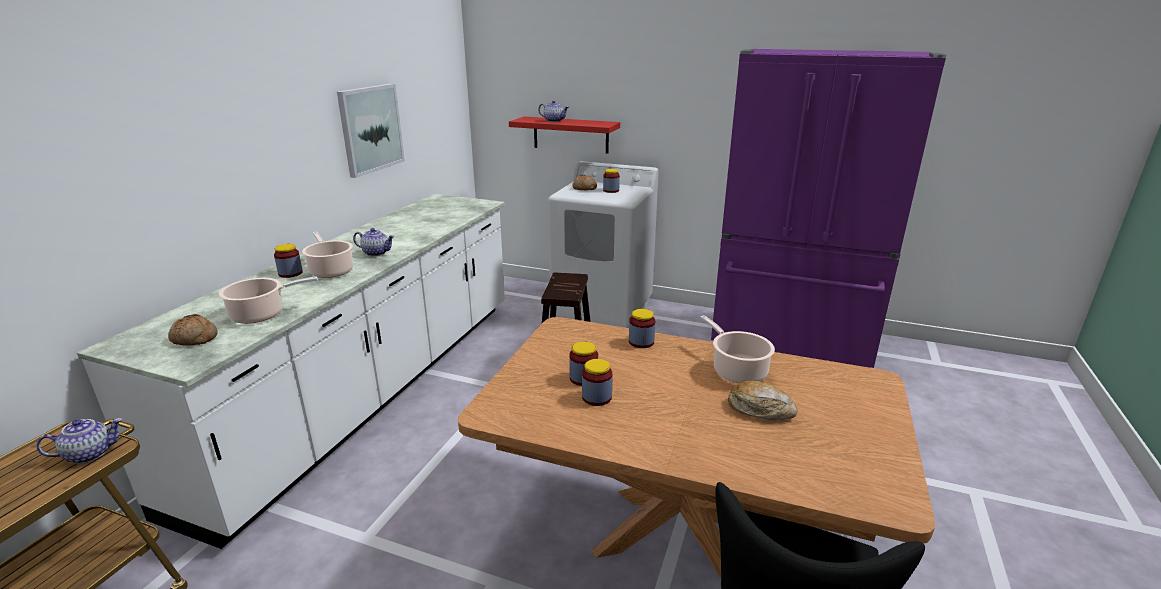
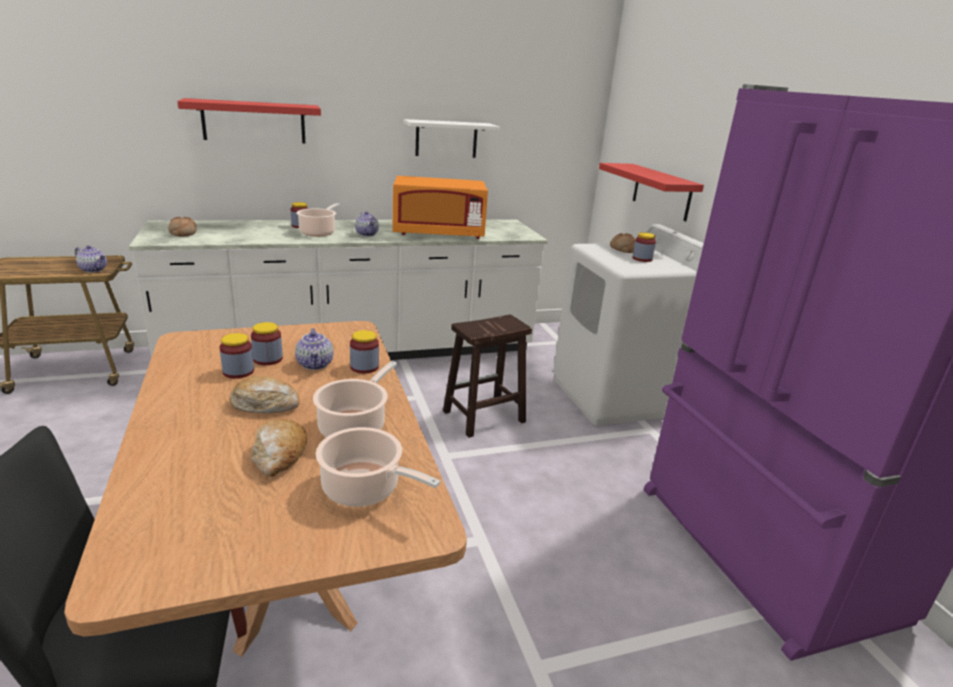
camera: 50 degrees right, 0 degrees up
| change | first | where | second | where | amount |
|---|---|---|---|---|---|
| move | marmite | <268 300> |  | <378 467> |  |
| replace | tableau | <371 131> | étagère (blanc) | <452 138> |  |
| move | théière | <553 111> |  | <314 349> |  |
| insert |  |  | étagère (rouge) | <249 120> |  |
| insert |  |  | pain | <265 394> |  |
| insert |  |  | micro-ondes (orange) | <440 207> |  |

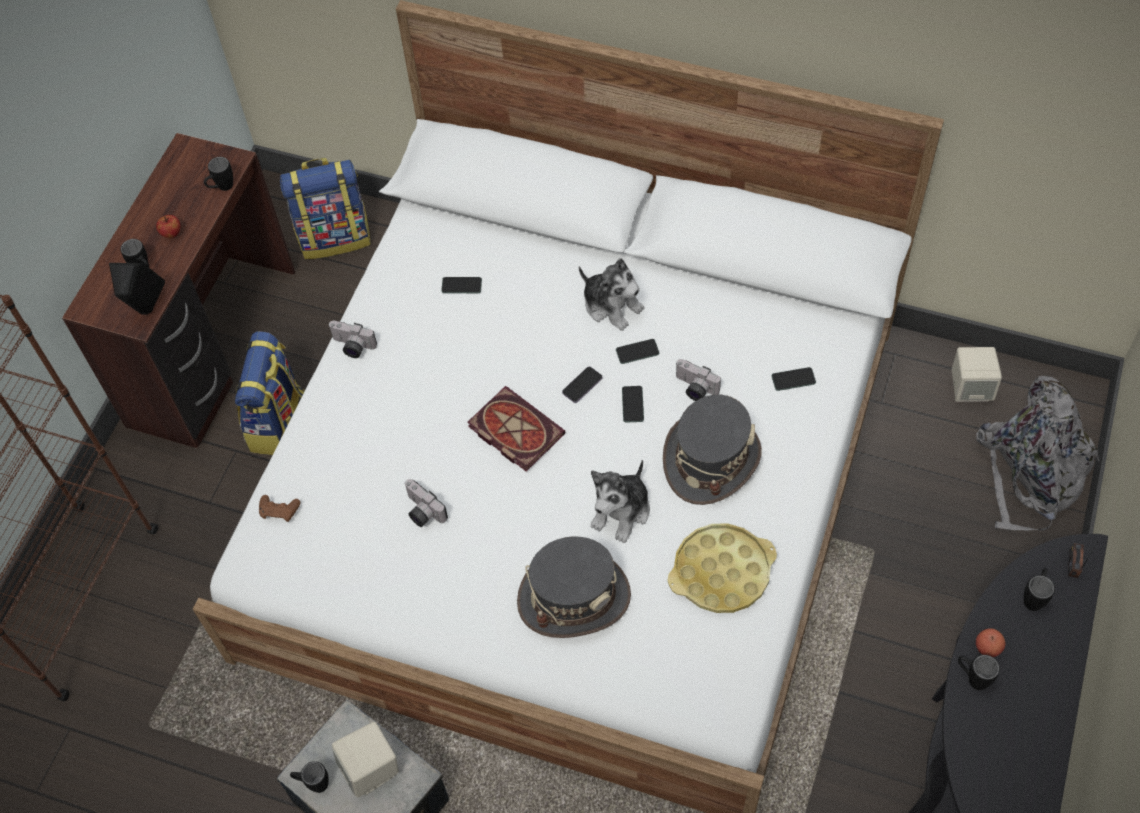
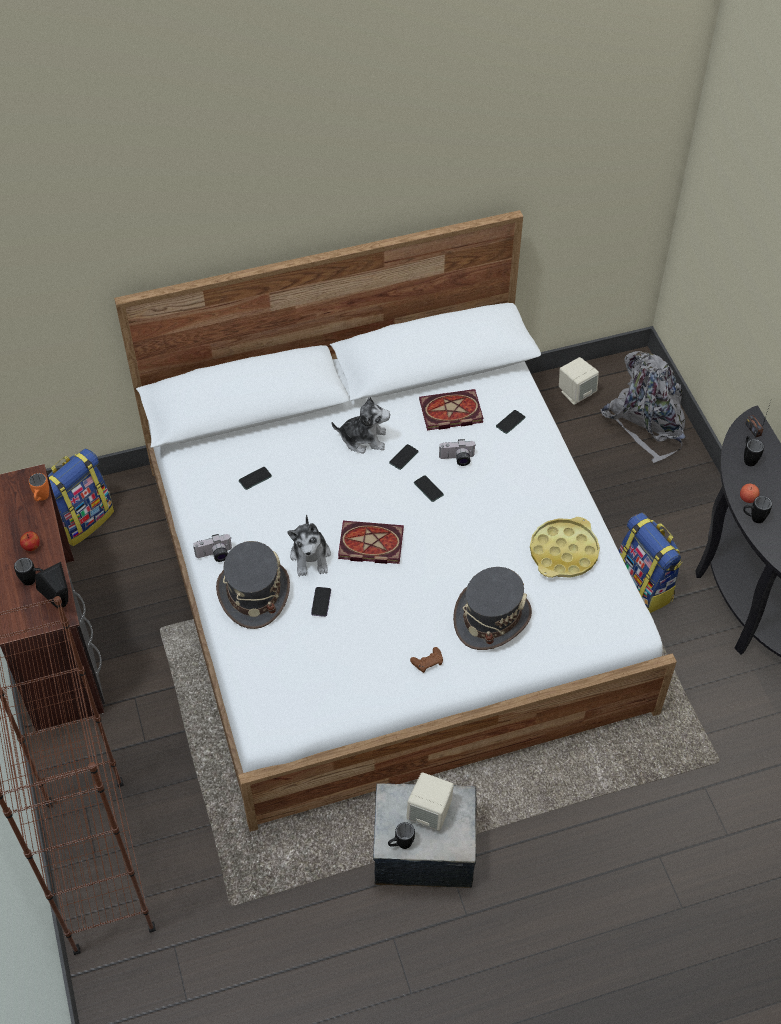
camera: 40 degrees left, 5 degrees down
| change | first | where | second | where | amount |
|---|---|---|---|---|---|
| recolor | mug (noir) | <218 174> | mug (orange) | <39 487> |  |
| move | sac à dos | <270 393> |  | <651 563> |  |
| move | manette (marron) | <279 508> |  | <426 660> |  |
| delete | appareil photo | <426 503> |  |  |  |
| move | téléphone | <582 385> |  | <321 602> |  |
| move | peluche | <620 501> |  | <309 545> |  |
| move | chapeau (gris) | <712 450> |  | <253 585> |  |
| insert |  |  | livre | <451 409> |  |

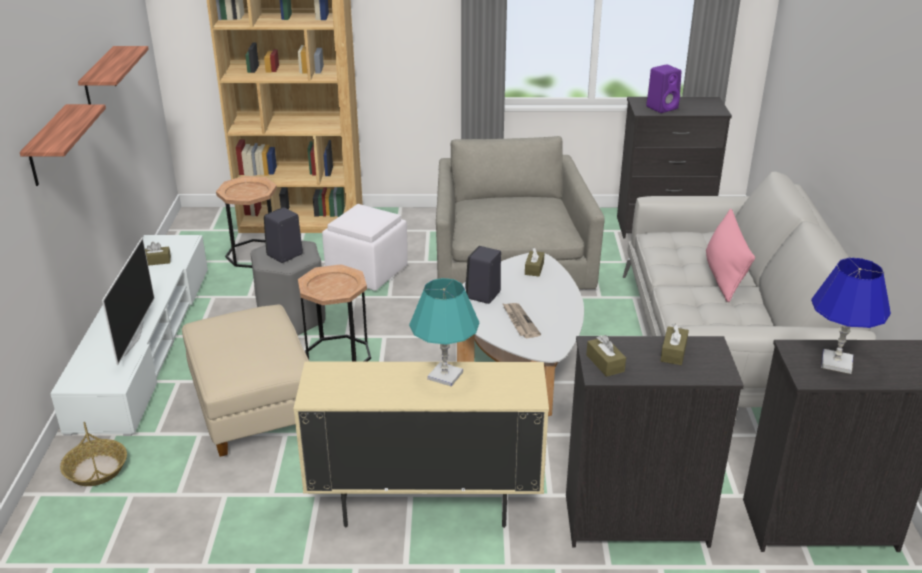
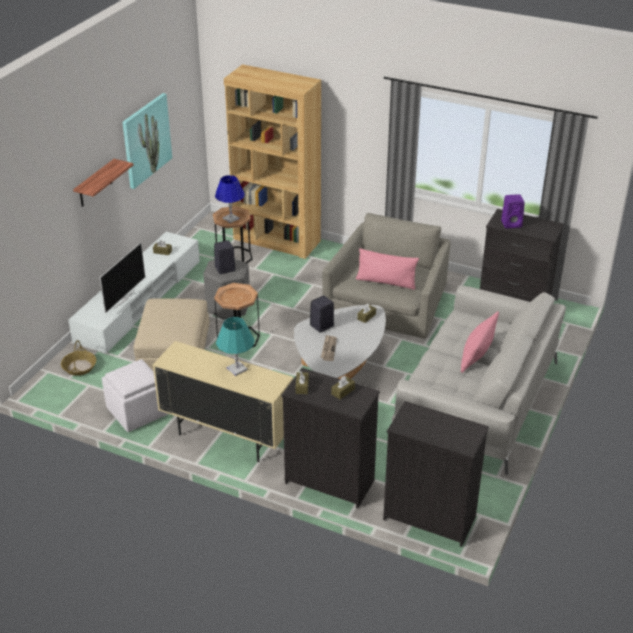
camera: 25 degrees right, 5 degrees up
| change | first | where | second | where | amount |
|---|---|---|---|---|---|
| replace | étagère | <113 75> | tableau | <147 141> |  |
| move | pouf (blanc) | <365 247> |  | <135 395> |  |
| move | lampe de table (bleu) | <851 316> |  | <230 199> |  |
| insert |  |  | coussin (rose) | <387 269> |  |

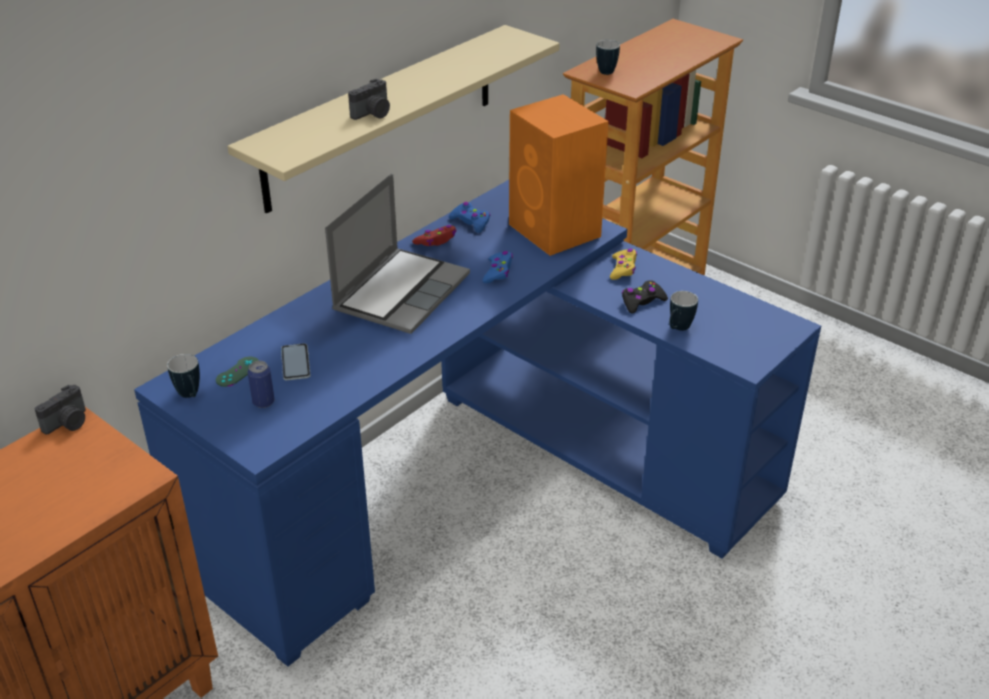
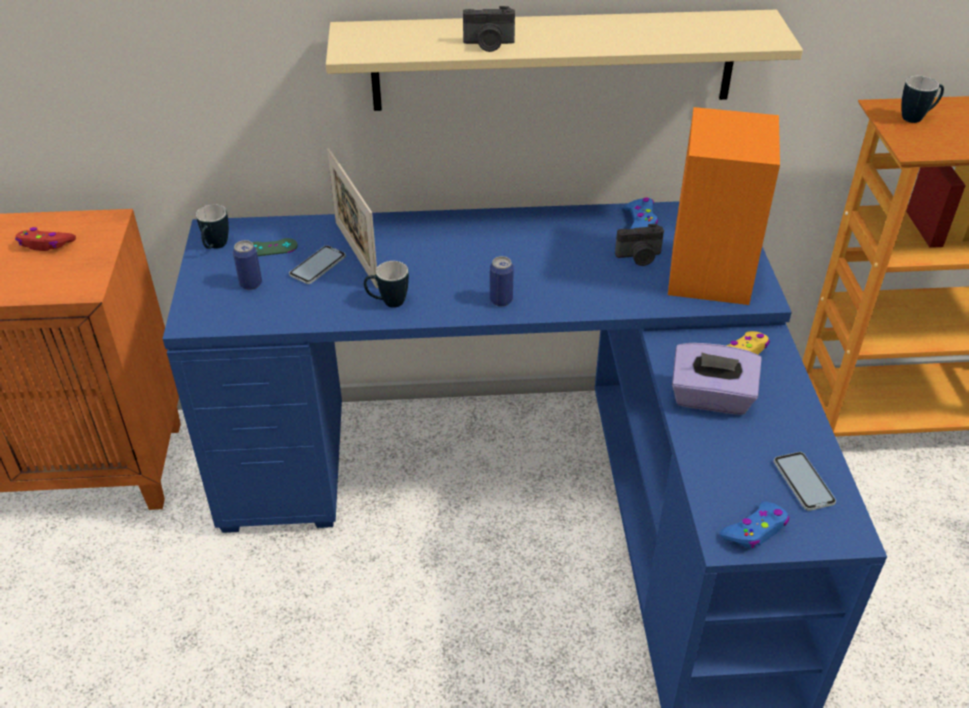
camera: 45 degrees right, 5 degrees up
| change | first | where | second | where | amount |
|---|---|---|---|---|---|
| move | appareil photo | <60 409> |  | <639 245> |  |
| delete | ordinateur portable | <397 254> |  |  |  |
| move | manette (rouge) | <434 235> |  | <45 239> |  |
| move | manette (bleu) | <498 267> |  | <754 525> |  |
| replace | manette (noir) | <645 296> | boîte à mouchoirs (violet) | <717 379> |  |
| move | mug | <683 311> |  | <386 284> |  |
| insert |  |  | cadre photo | <352 218> |  |
| insert |  |  | boîte métallique | <502 281> |  |
| insert |  |  | téléphone | <805 481> |  |

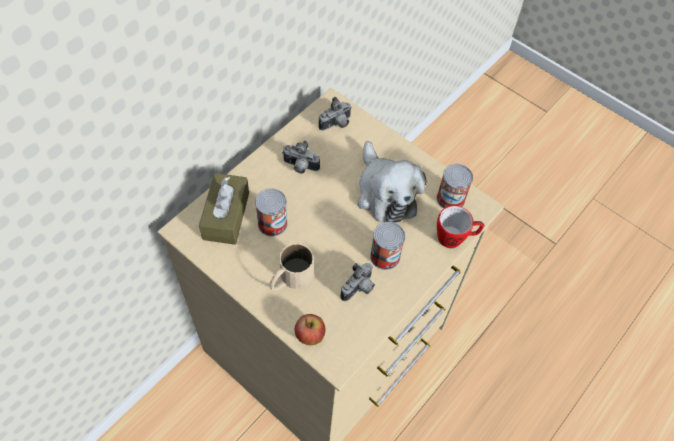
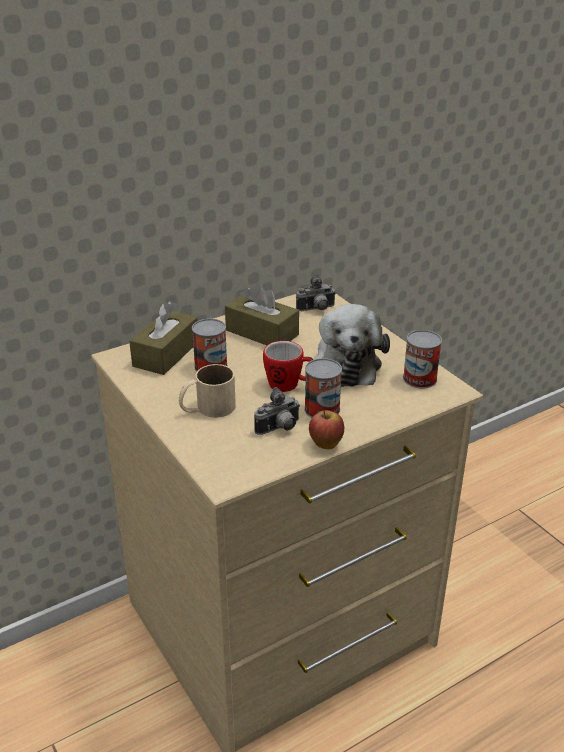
camera: 20 degrees right, 25 degrees down
| change | first | where | second | where | amount |
|---|---|---|---|---|---|
| replace | appareil photo | <301 157> | boîte à mouchoirs (marron) | <262 314> |  |
| move | pomme | <310 329> |  | <326 428> |  |
| move | mug | <460 227> |  | <288 366> |  |

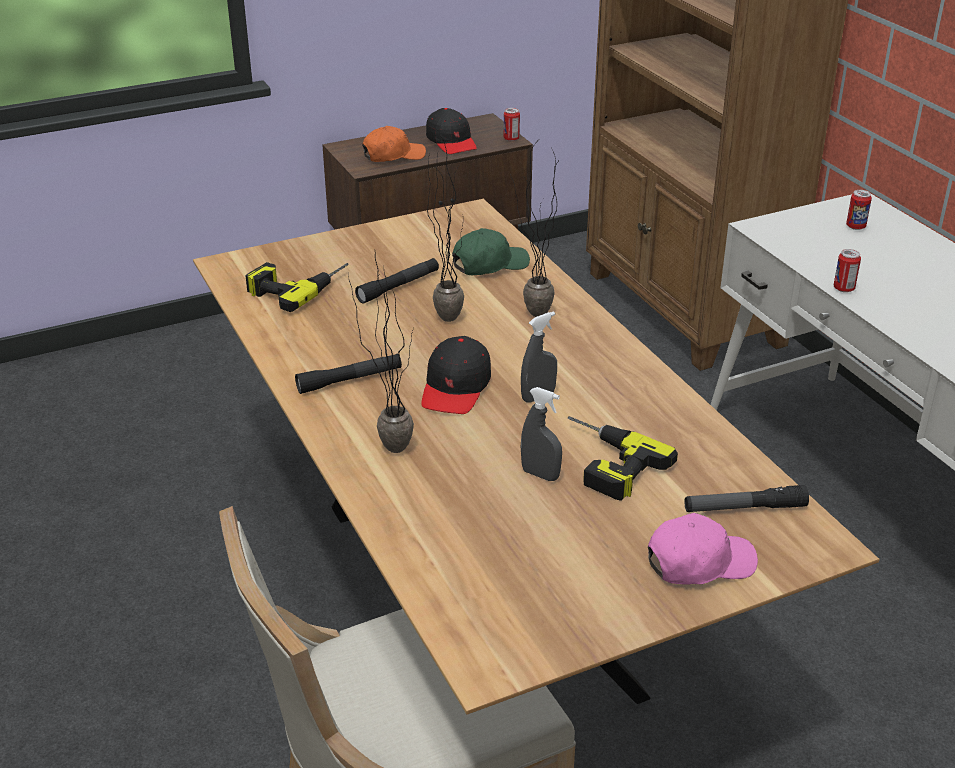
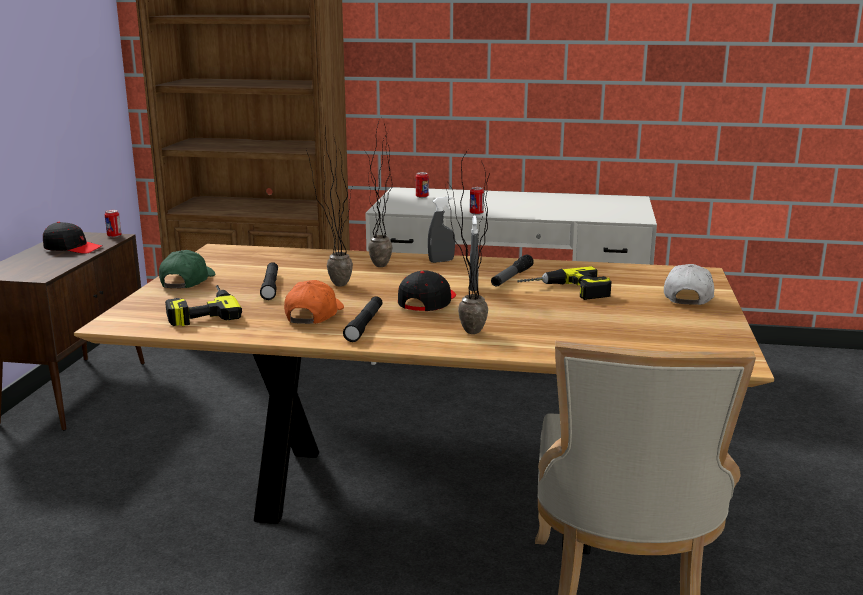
camera: 55 degrees left, 15 degrees down
| change | first | where | second | where | amount |
|---|---|---|---|---|---|
| move | casquette (orange) | <394 144> |  | <314 302> |  |
| rotate | casquette (noir) | <456 375> |  | <427 291> | 120 degrees counterclockwise |
| move | casquette (vert) | <491 251> |  | <187 269> |  |
| move | vaporisateur (gris) | <541 434> |  | <441 230> |  |
| recolor | casquette (rose) | <703 549> | casquette (blanc) | <689 284> |  |
| move | lampe de poche | <746 498> |  | <512 271> |  |

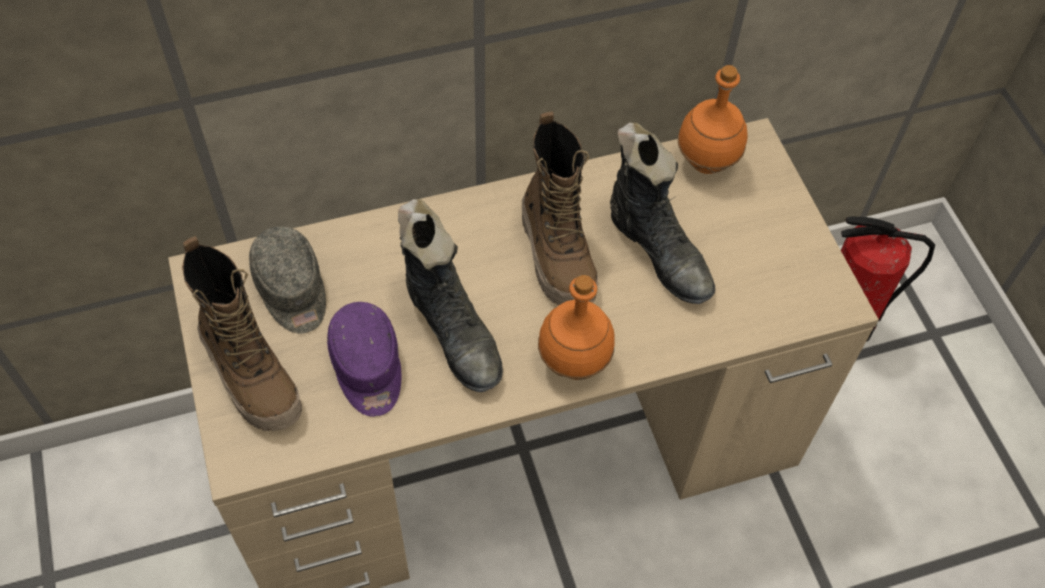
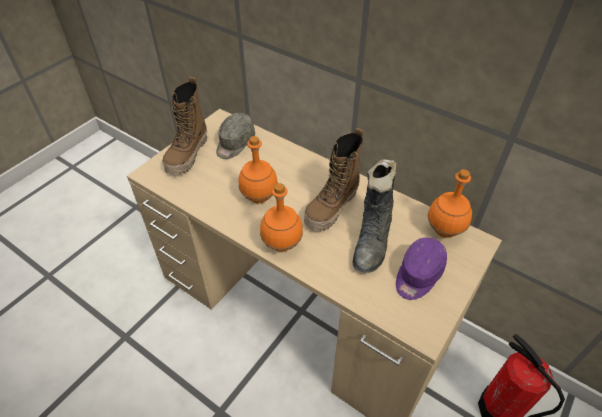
camera: 55 degrees right, 10 degrees down
| change | first | where | second | where | amount |
|---|---|---|---|---|---|
| move | casquette (violet) | <364 359> |  | <421 269> |  |
| replace | botte (noir) | <450 295> | bouteille (orange) | <258 170> |  |

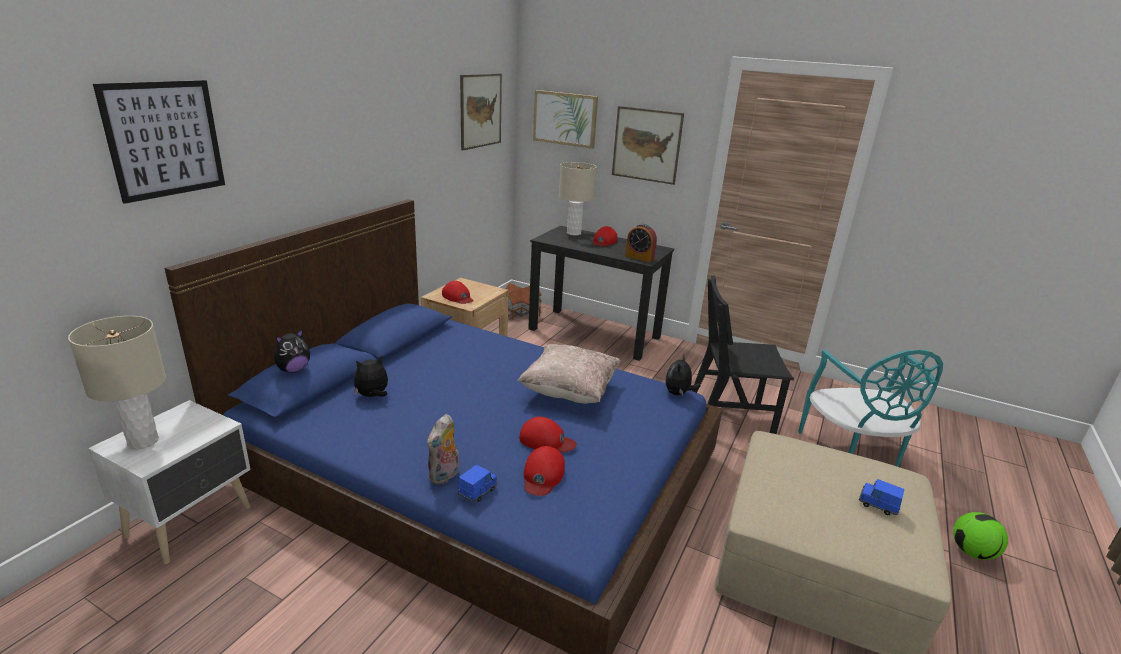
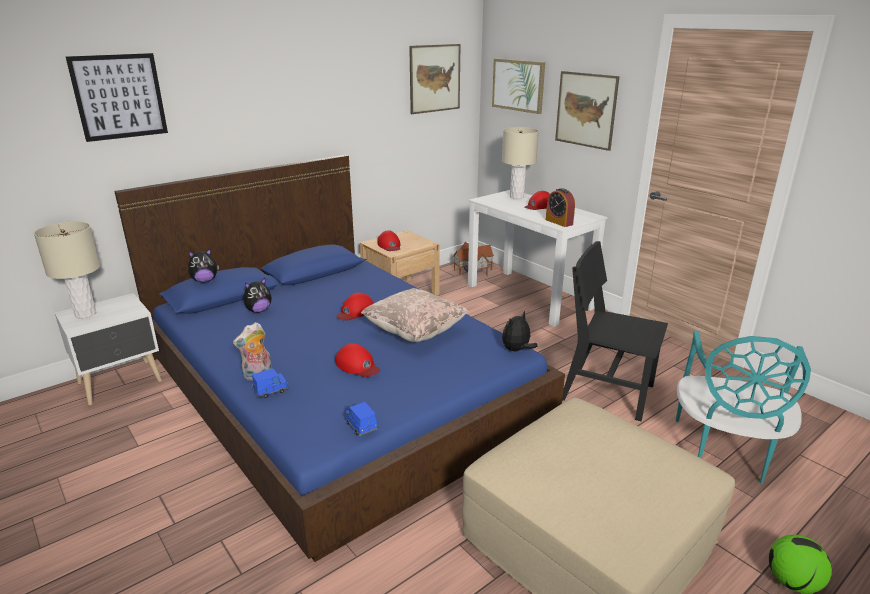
camera: 25 degrees right, 0 degrees up
| change | first | where | second | where | amount |
|---|---|---|---|---|---|
| rotate | peluche | <371 376> |  | <258 295> | 150 degrees clockwise |
| move | casquette (rouge) | <544 471> |  | <355 306> |  |
| recolor | bureau (noir) | <601 293> | bureau (blanc) | <537 258> |  |
| move | petite voiture (bleu) | <881 497> |  | <362 419> |  |

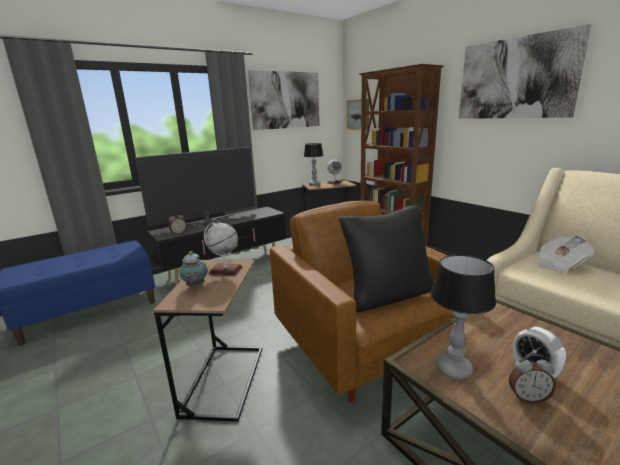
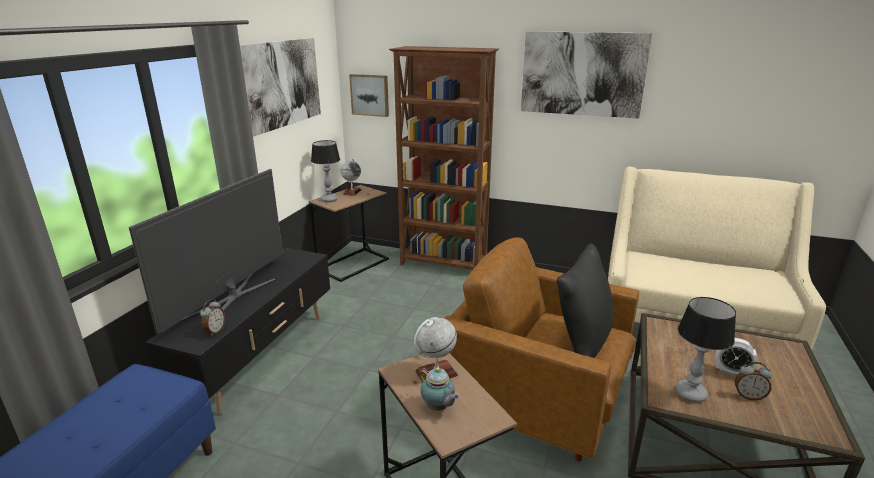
camera: 35 degrees left, 5 degrees up
| change | first | where | second | where | amount |
|---|---|---|---|---|---|
| rotate | réveil | <532 378> |  | <753 381> | 45 degrees clockwise |
| delete | journal | <564 254> |  |  |  |

